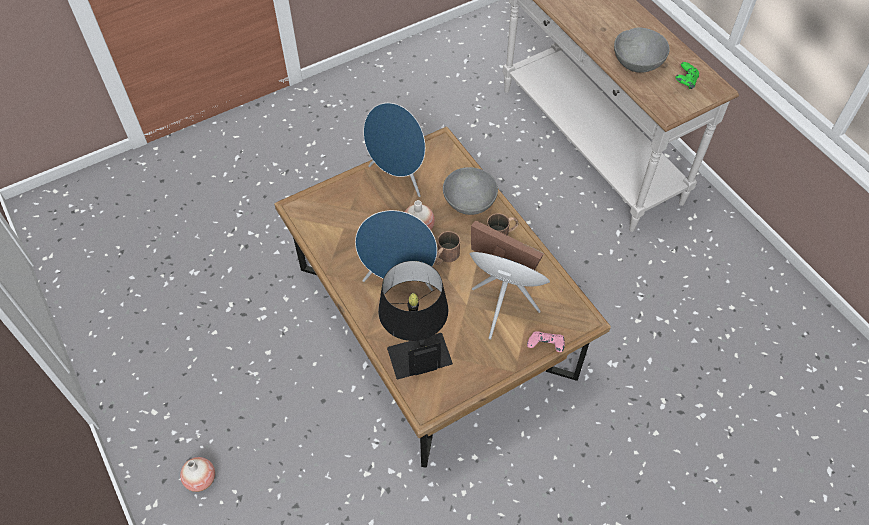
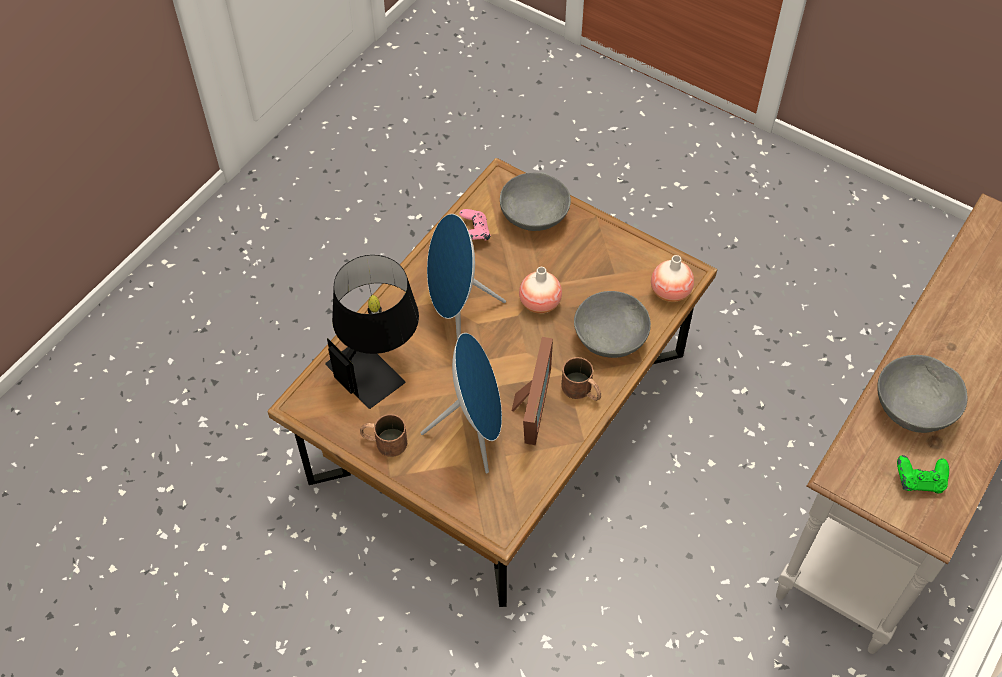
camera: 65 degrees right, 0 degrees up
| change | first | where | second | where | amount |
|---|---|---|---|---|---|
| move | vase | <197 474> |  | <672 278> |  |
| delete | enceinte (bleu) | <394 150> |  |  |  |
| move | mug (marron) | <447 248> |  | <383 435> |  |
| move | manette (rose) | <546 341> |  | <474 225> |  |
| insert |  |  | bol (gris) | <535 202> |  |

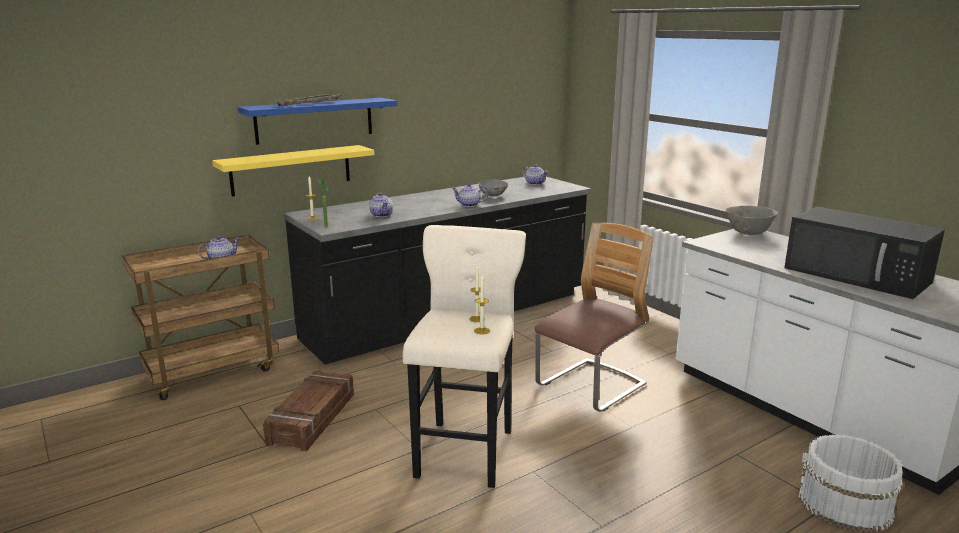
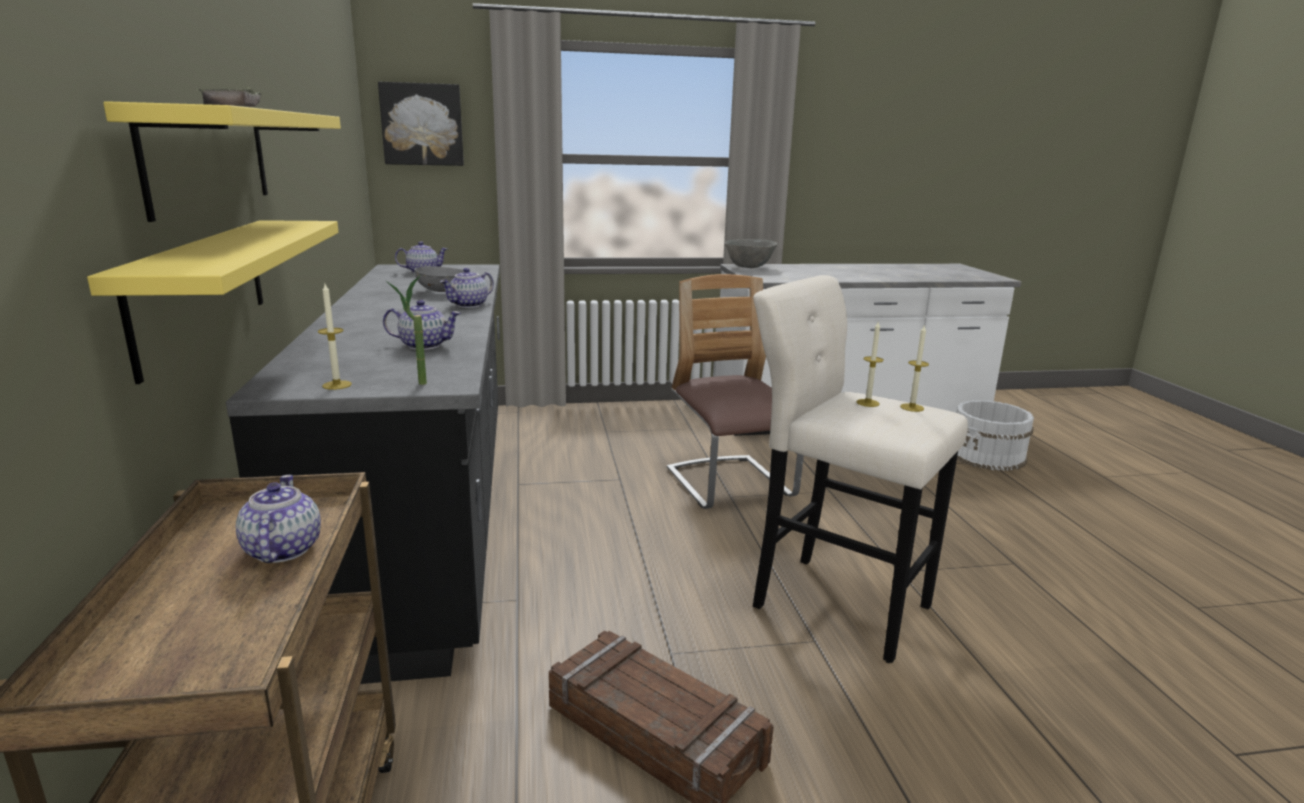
camera: 65 degrees left, 0 degrees up
| change | first | where | second | where | amount |
|---|---|---|---|---|---|
| recolor | étagère (bleu) | <317 121> | étagère (jaune) | <222 161> |  |
| delete | micro-ondes (noir) | <864 253> |  |  |  |
| insert |  |  | tableau | <421 124> |  |

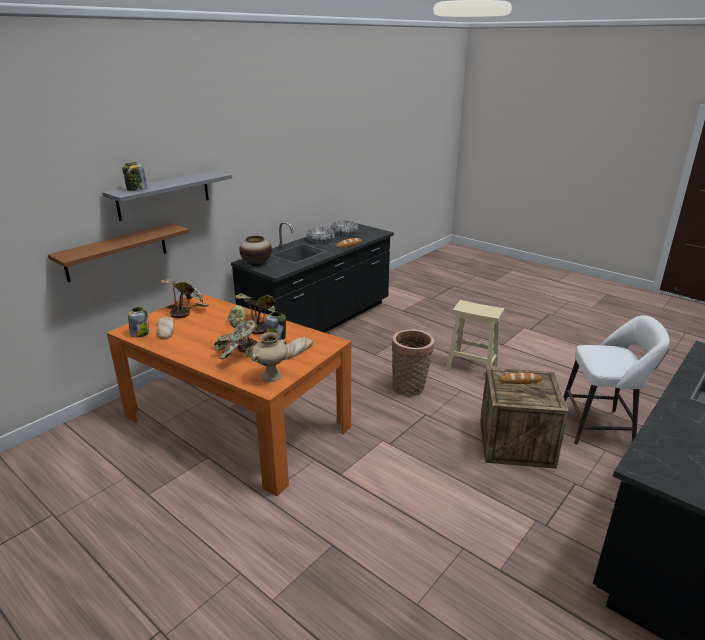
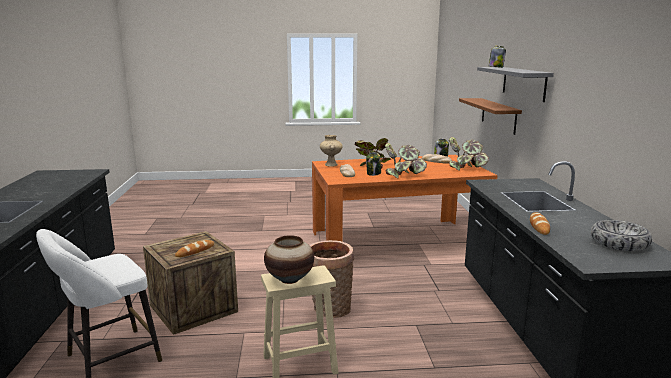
camera: 135 degrees right, 10 degrees down
| change | first | where | second | where | amount |
|---|---|---|---|---|---|
| move | vase | <255 251> |  | <289 259> |  |
| delete | bol | <320 235> |  |  |  |

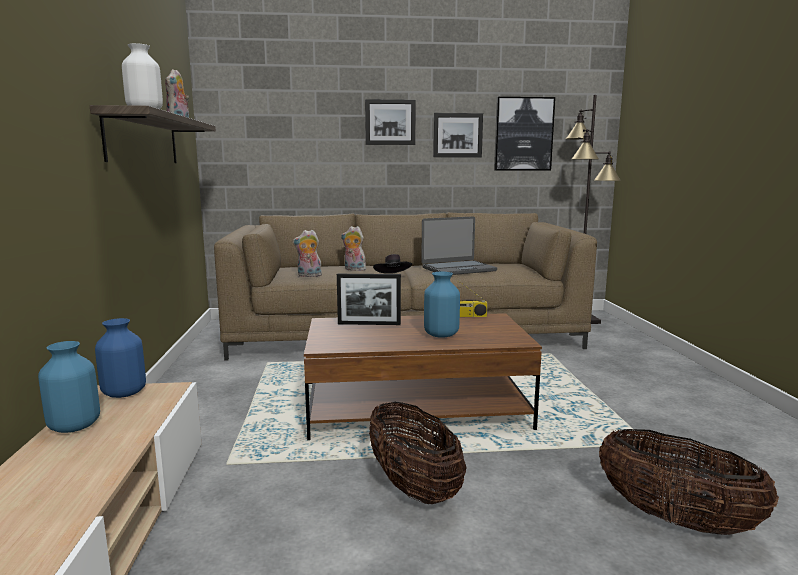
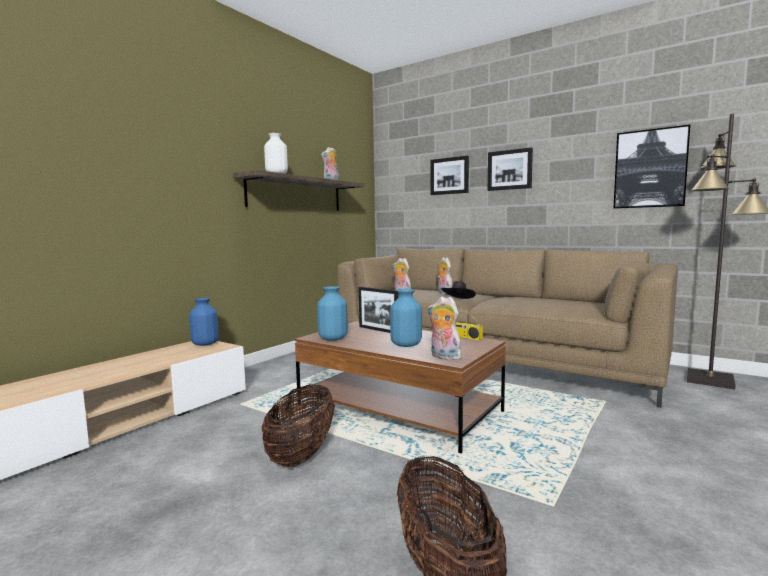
camera: 40 degrees right, 5 degrees down
| change | first | where | second | where | amount |
|---|---|---|---|---|---|
| move | vase (bleu) | <69 387> |  | <332 313> |  |
| delete | ordinateur portable | <459 245> |  |  |  |
| move | tableau | <458 135> |  | <449 175> |  |
| insert |  |  | peluche | <444 328> |  |

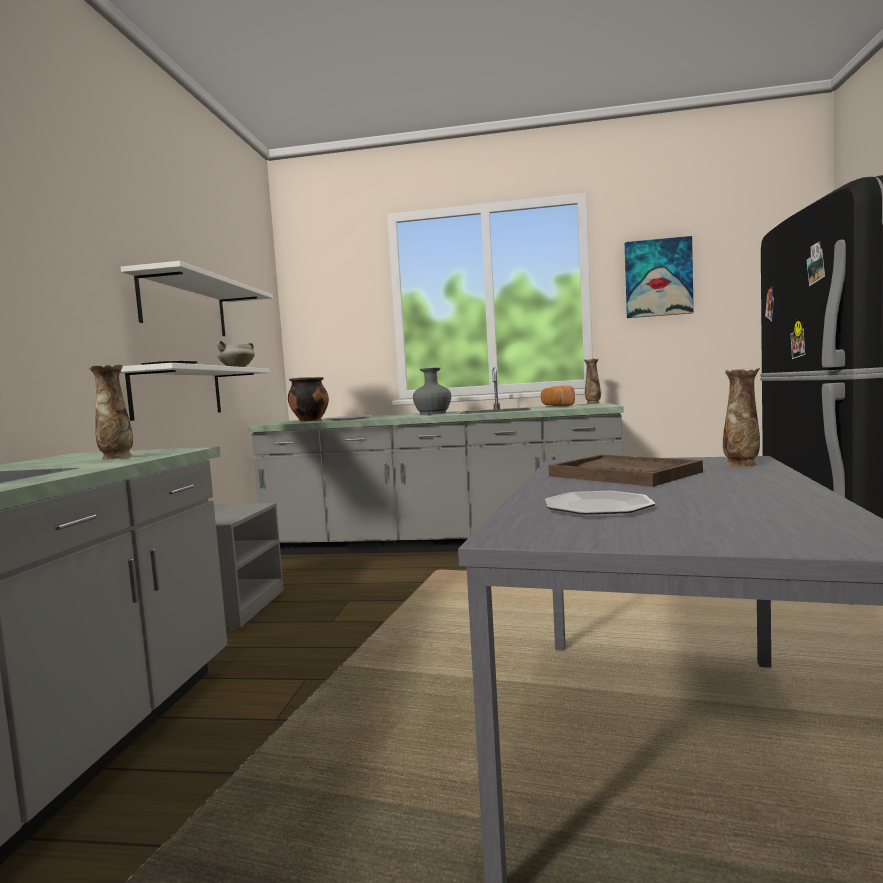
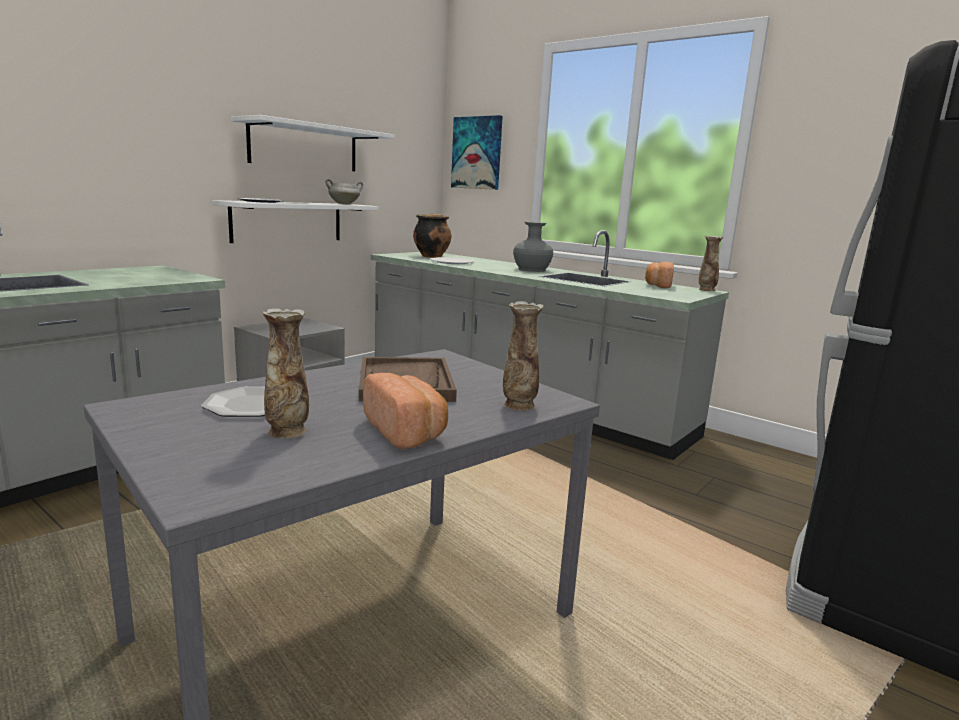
camera: 30 degrees right, 10 degrees up
| change | first | where | second | where | amount |
|---|---|---|---|---|---|
| move | vase | <111 412> |  | <286 373> |  |
| move | tableau | <659 277> |  | <477 152> |  |
| insert |  |  | pain | <405 411> |  |

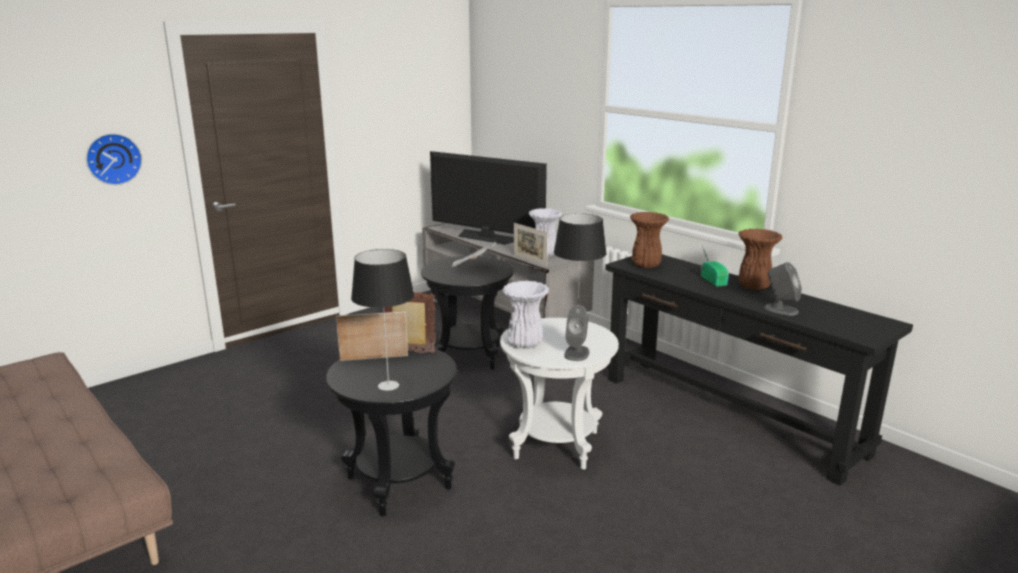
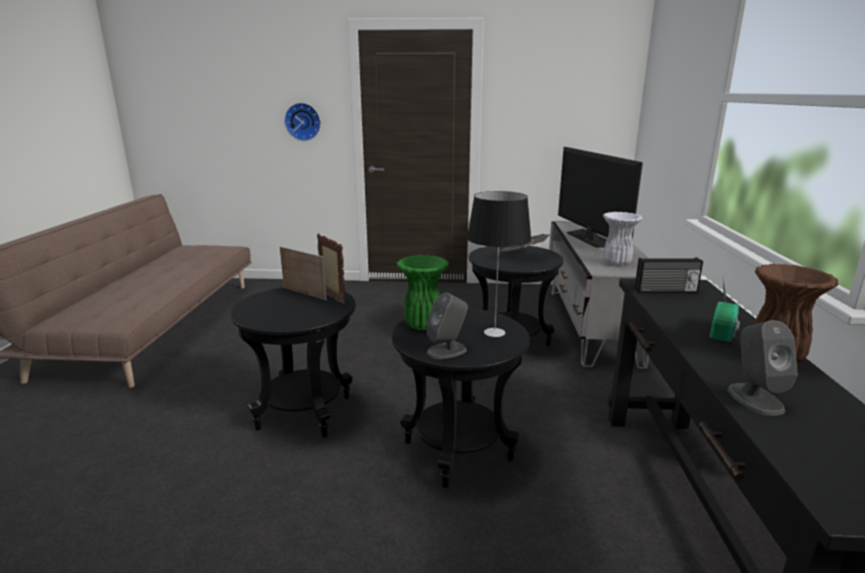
camera: 45 degrees right, 0 degrees up
| change | first | where | second | where | amount |
|---|---|---|---|---|---|
| delete | lampe de table | <382 320> |  |  |  |
| recolor | table d'appoint (blanc) | <559 394> | table d'appoint (noir) | <461 398> |  |
| recolor | vase (blanc) | <526 315> | vase (vert) | <423 292> |  |
| delete | cadre photo | <531 244> |  |  |  |
| replace | vase (marron) | <649 240> | radio | <669 275> |  |

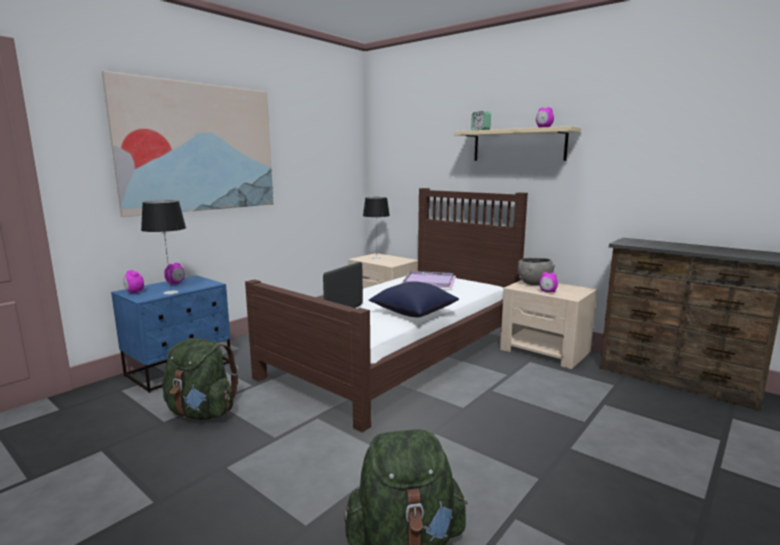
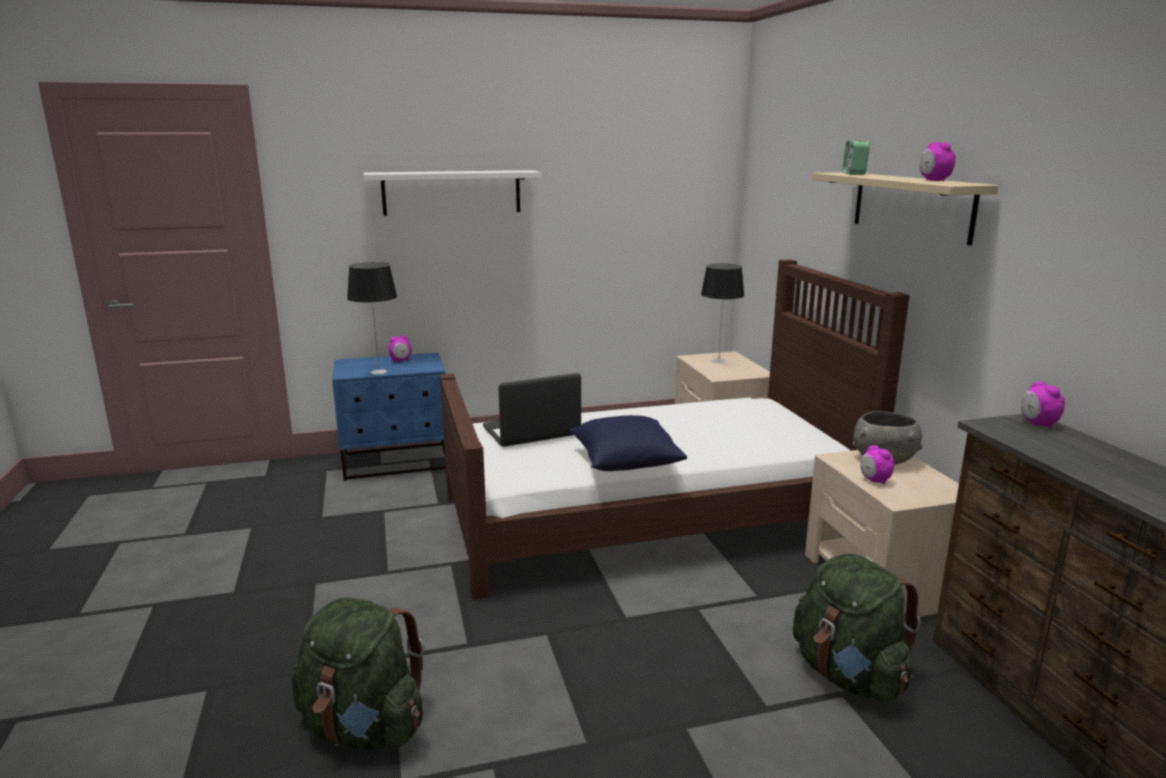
camera: 35 degrees right, 5 degrees up
| change | first | where | second | where | amount |
|---|---|---|---|---|---|
| replace | tableau | <187 144> | étagère (blanc) | <453 193> |  |
| move | réveil | <133 281> |  | <1043 405> |  |
| move | sac à dos (vert) | <200 379> |  | <857 628> |  |
| delete | plateau (violet) | <428 279> |  |  |  |

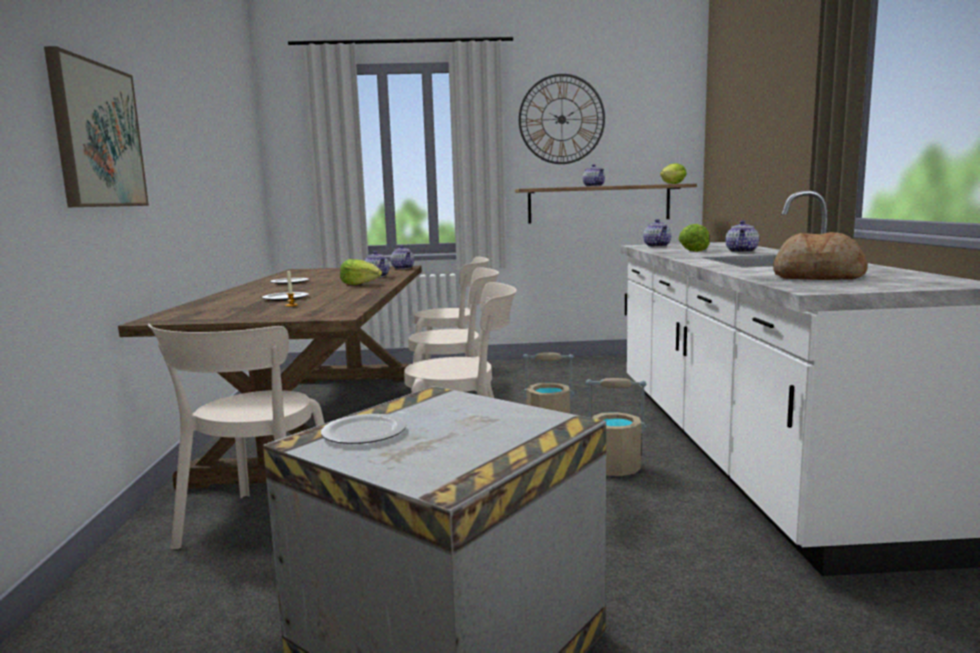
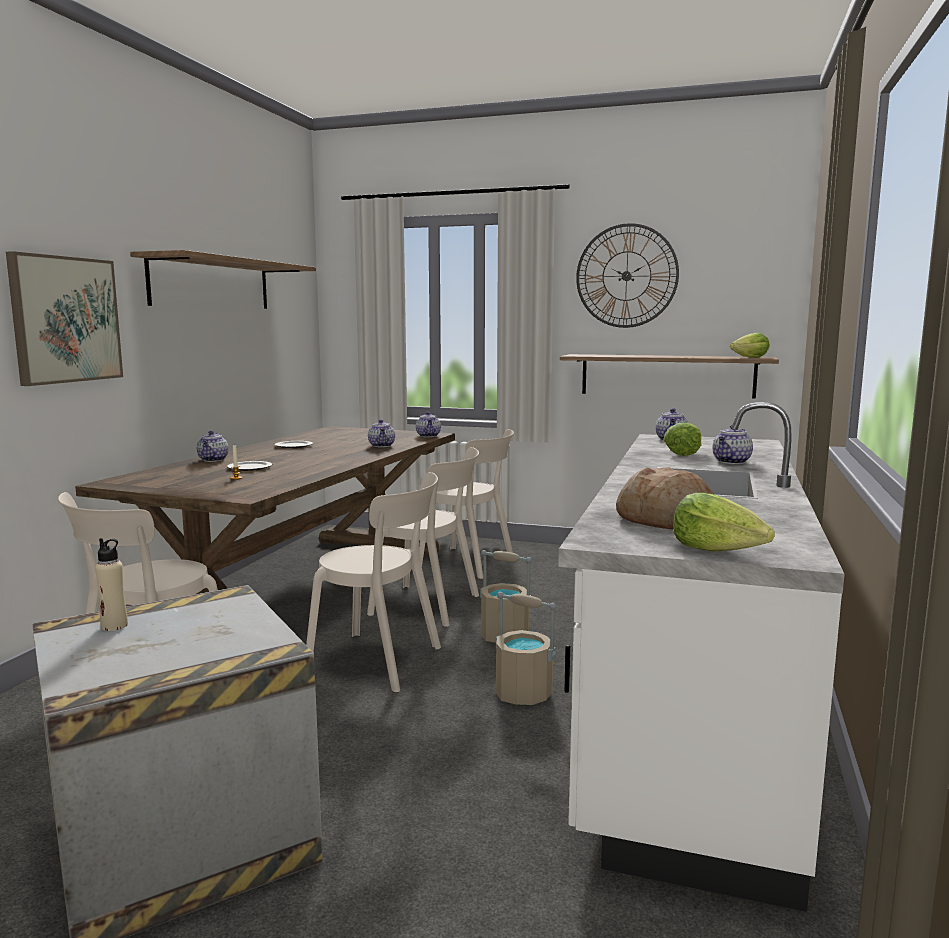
camera: 20 degrees right, 0 degrees up
| change | first | where | second | where | amount |
|---|---|---|---|---|---|
| replace | assiette | <363 429> | bouteille (beige) | <111 584> |  |
| move | laitue | <361 272> |  | <724 522> |  |
| move | théière | <593 175> |  | <213 446> |  |
| insert |  |  | étagère | <223 279> |  |

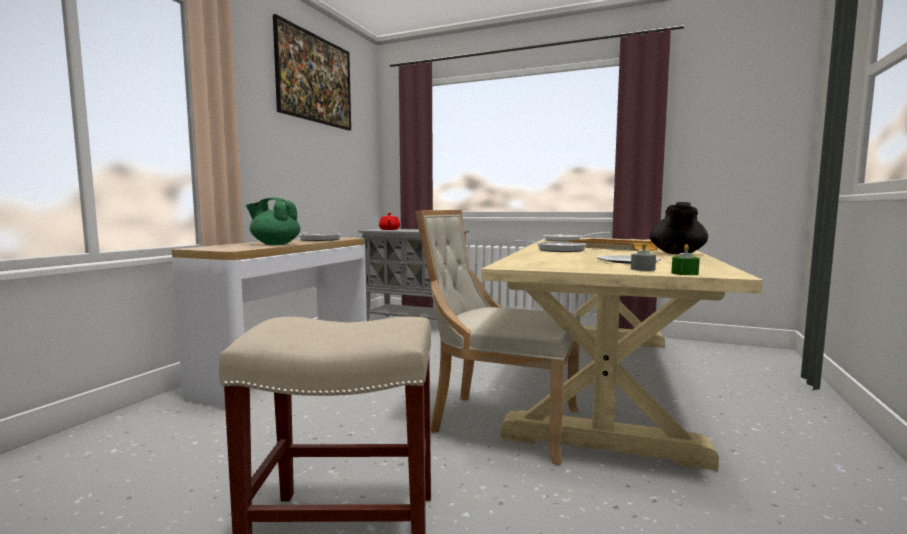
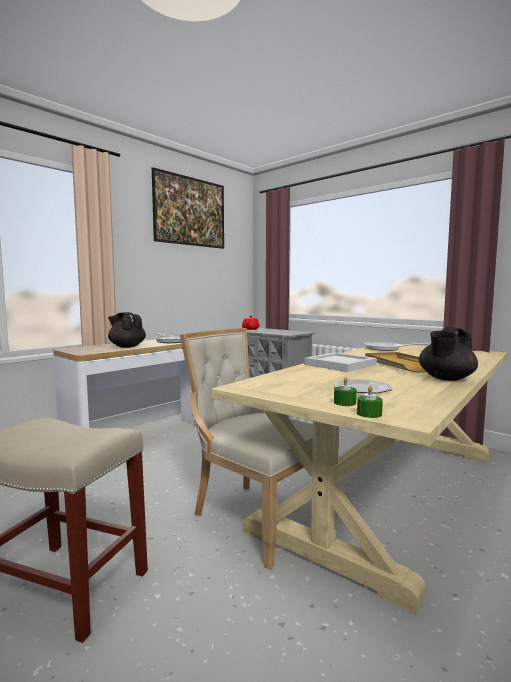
camera: 20 degrees right, 0 degrees up
| change | first | where | second | where | amount |
|---|---|---|---|---|---|
| recolor | théière (vert) | <273 221> | théière (noir) | <127 330> |  |
| replace | poêle | <550 246> | plateau (blanc) | <341 362> |  |
| recolor | bougie (gris) | <643 256> | bougie (vert) | <345 391> |  |

